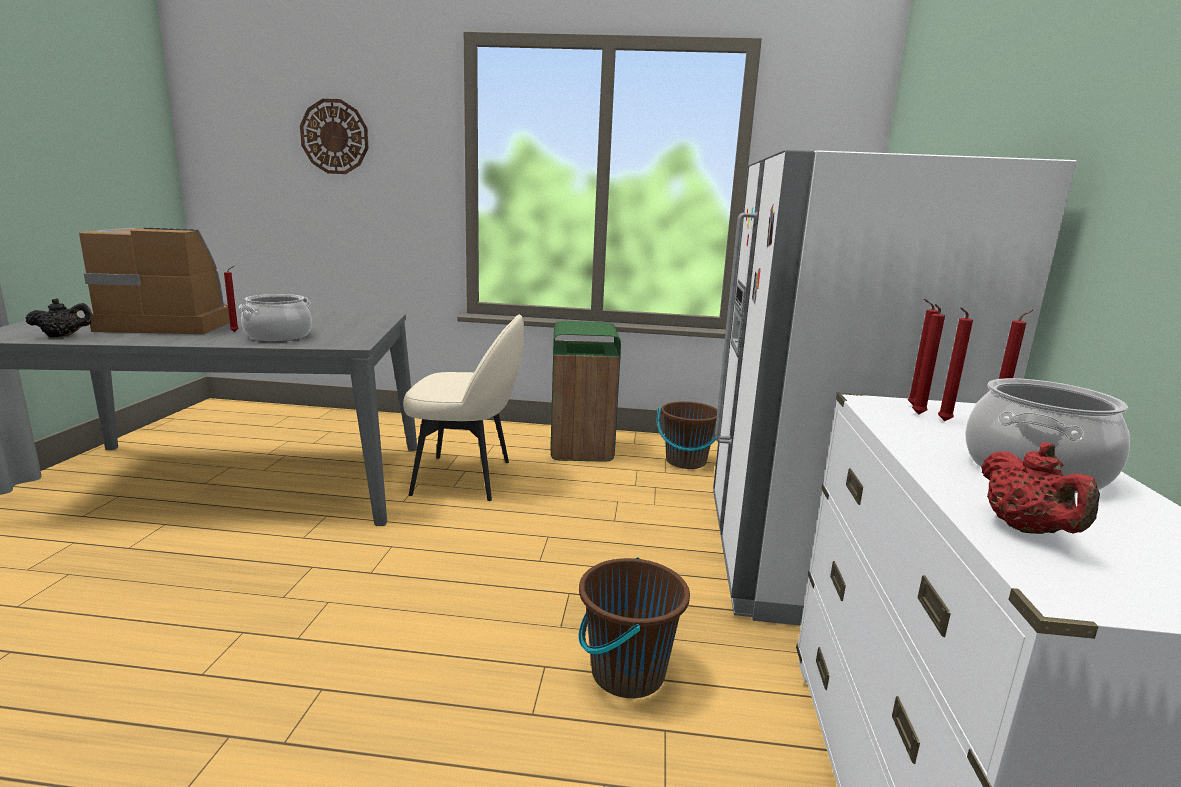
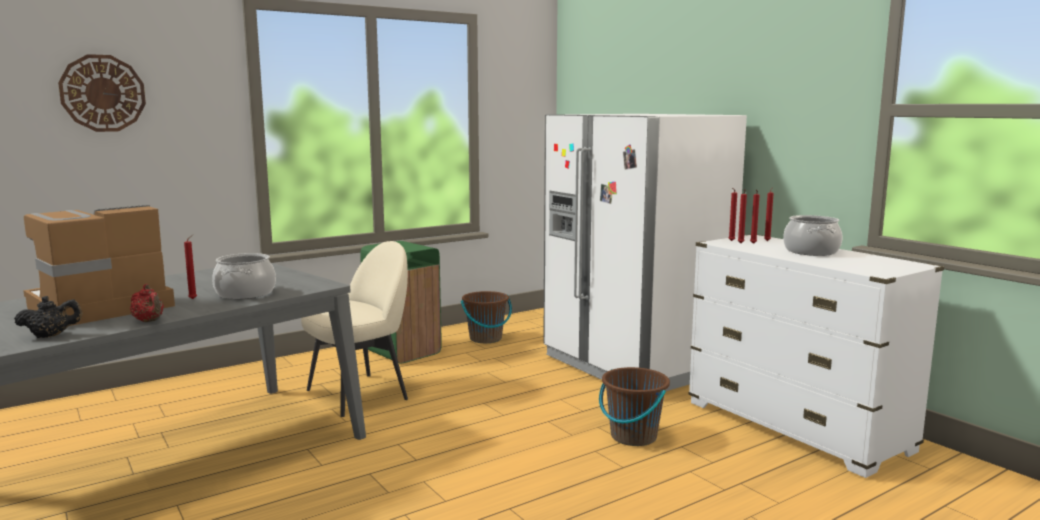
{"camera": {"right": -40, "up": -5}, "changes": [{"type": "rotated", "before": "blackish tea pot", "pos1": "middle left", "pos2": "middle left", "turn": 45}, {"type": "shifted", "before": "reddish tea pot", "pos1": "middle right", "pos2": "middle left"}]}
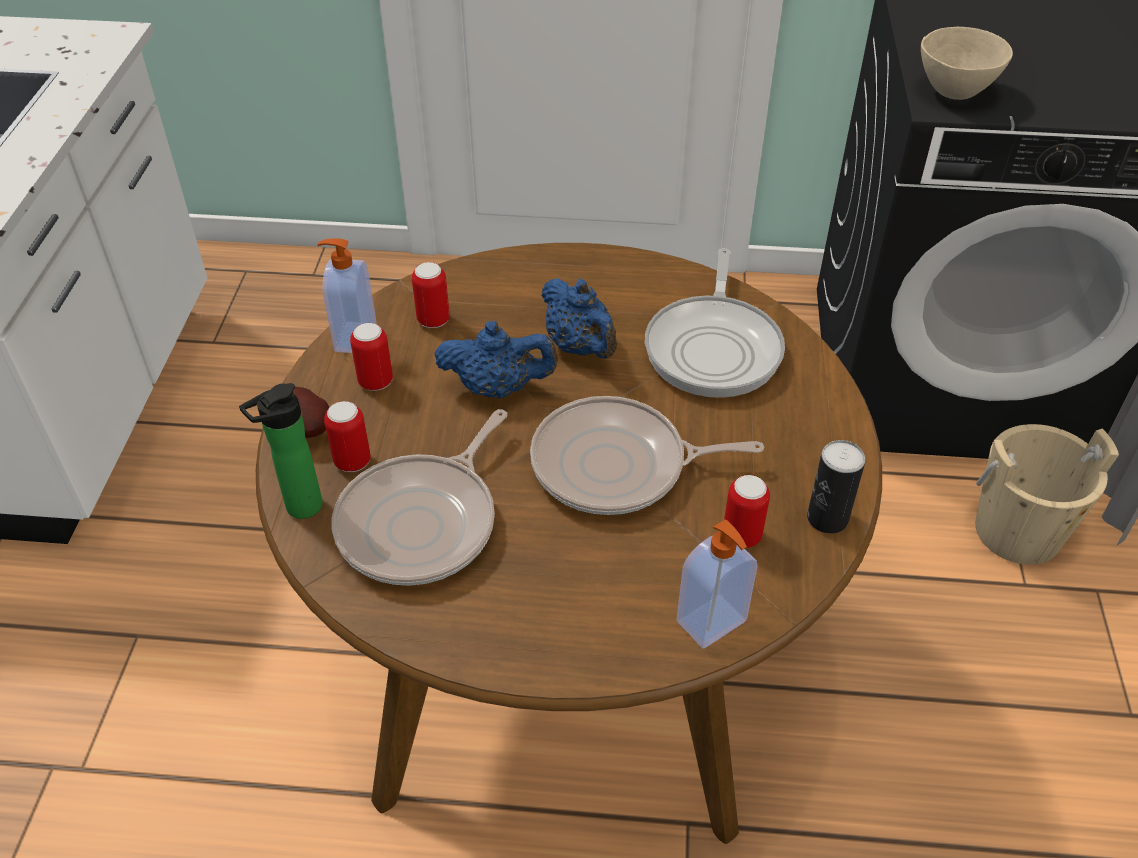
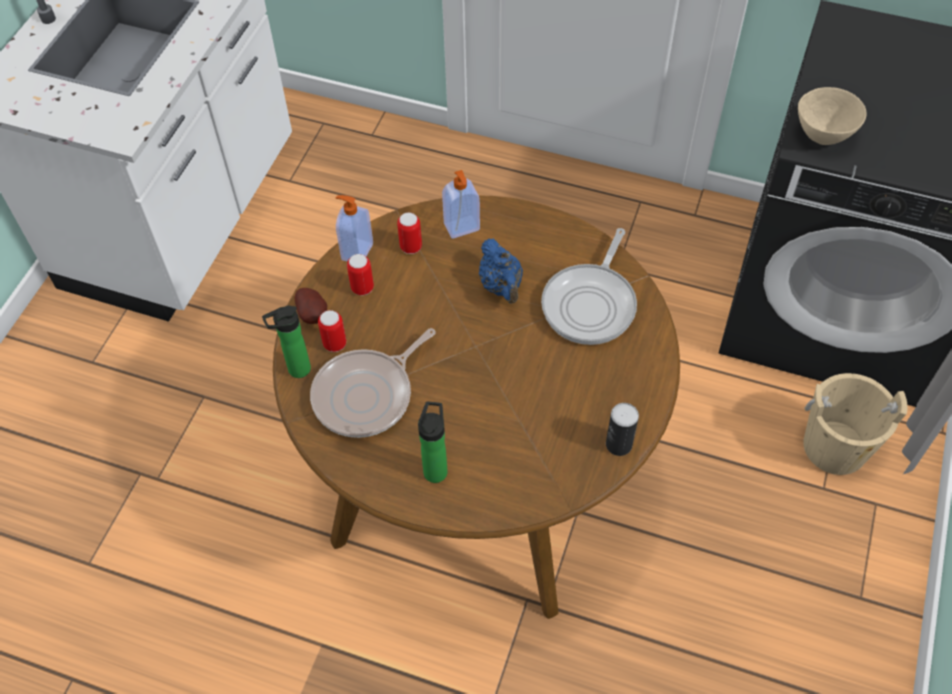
{"camera": {"right": 15, "up": 10}, "changes": [{"type": "gone", "before": "blue-coloured tea pot (no. 1 from left)", "pos1": "centre"}, {"type": "gone", "before": "frying pan (no. 2 from left)", "pos1": "centre"}, {"type": "gone", "before": "metal can (no. 4 from left)", "pos1": "centre"}, {"type": "shifted", "before": "soap bottle (no. 2 from left)", "pos1": "bottom centre", "pos2": "top centre"}, {"type": "new", "after": "drink bottle (no. 2 from left)", "pos2": "centre"}]}
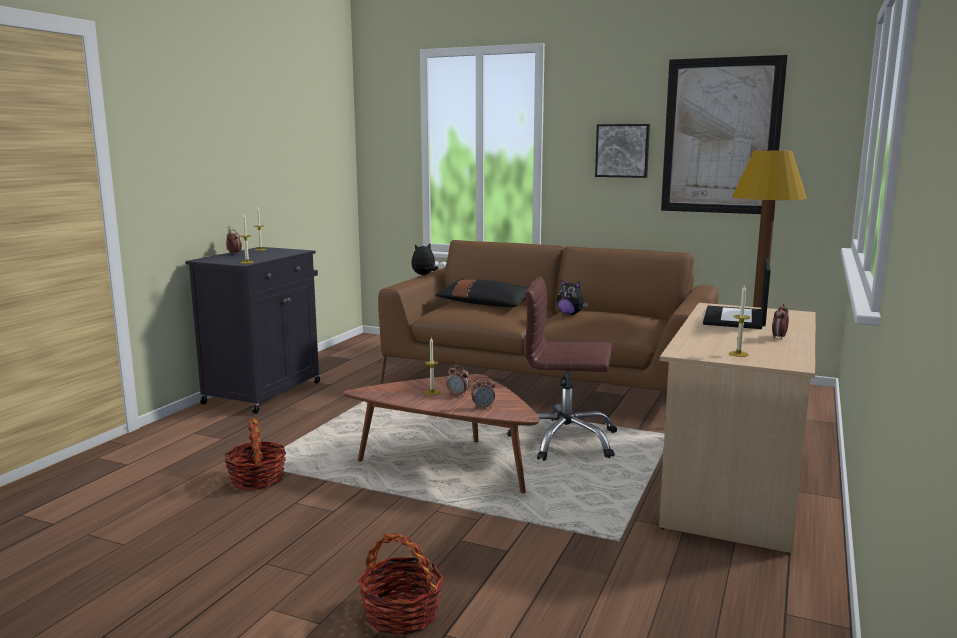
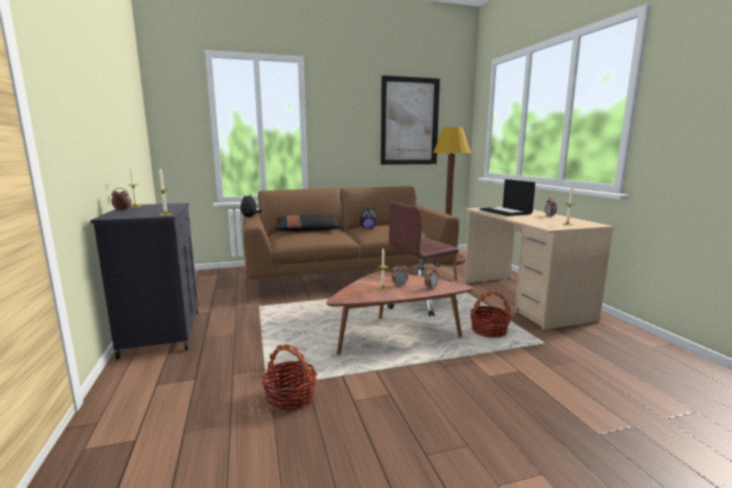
{"camera": {"right": -40, "up": 0}, "changes": [{"type": "gone", "before": "picture (no. 1 from left)", "pos1": "top centre"}, {"type": "shifted", "before": "basket (no. 2 from left)", "pos1": "bottom centre", "pos2": "middle right"}]}
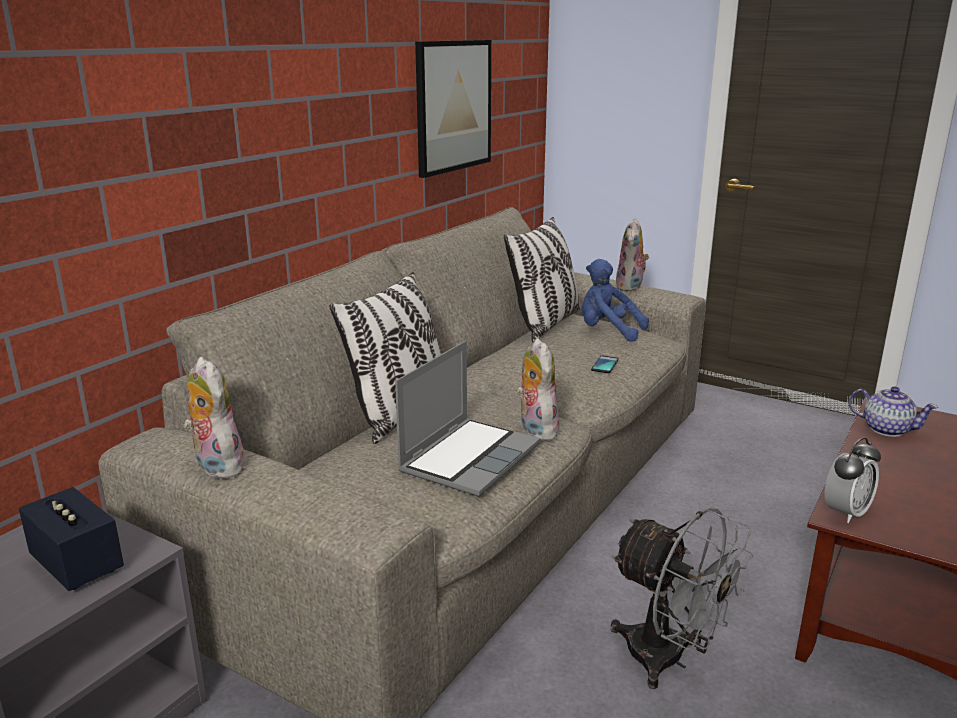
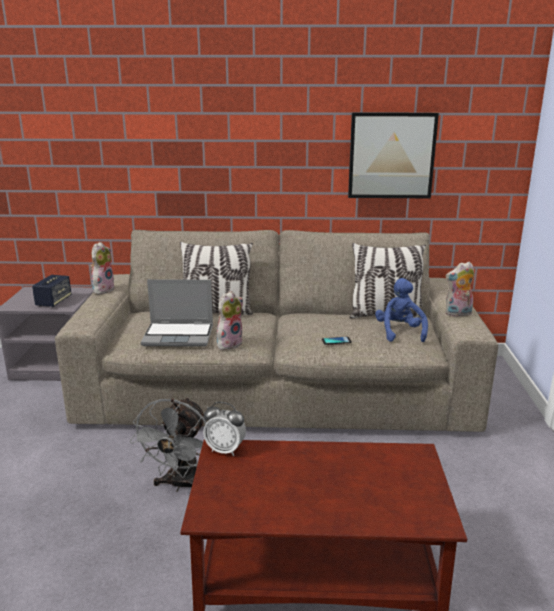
{"camera": {"right": 60, "up": 0}, "changes": [{"type": "gone", "before": "tea pot", "pos1": "middle right"}]}
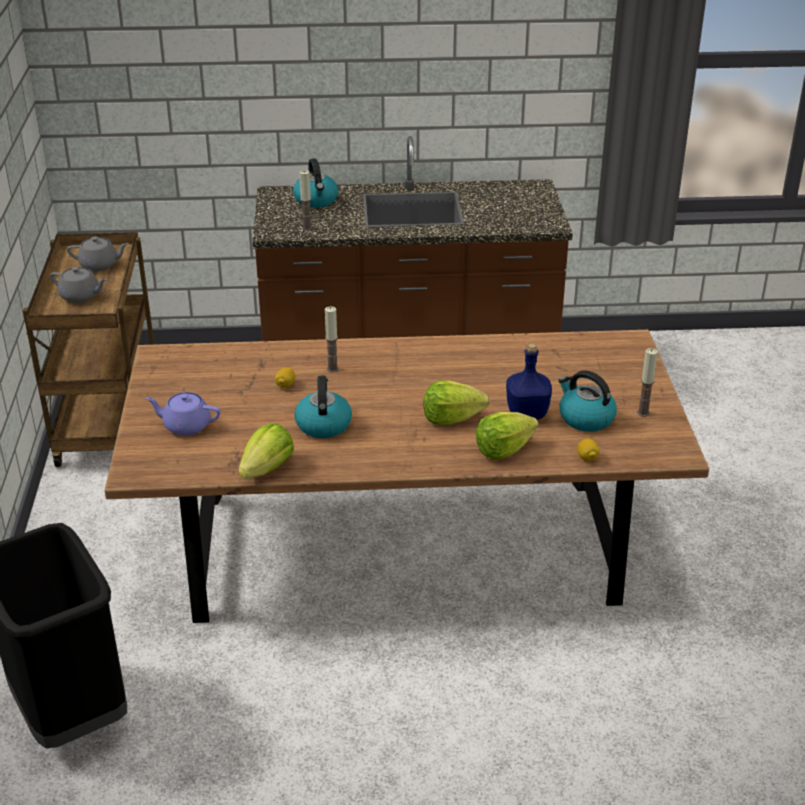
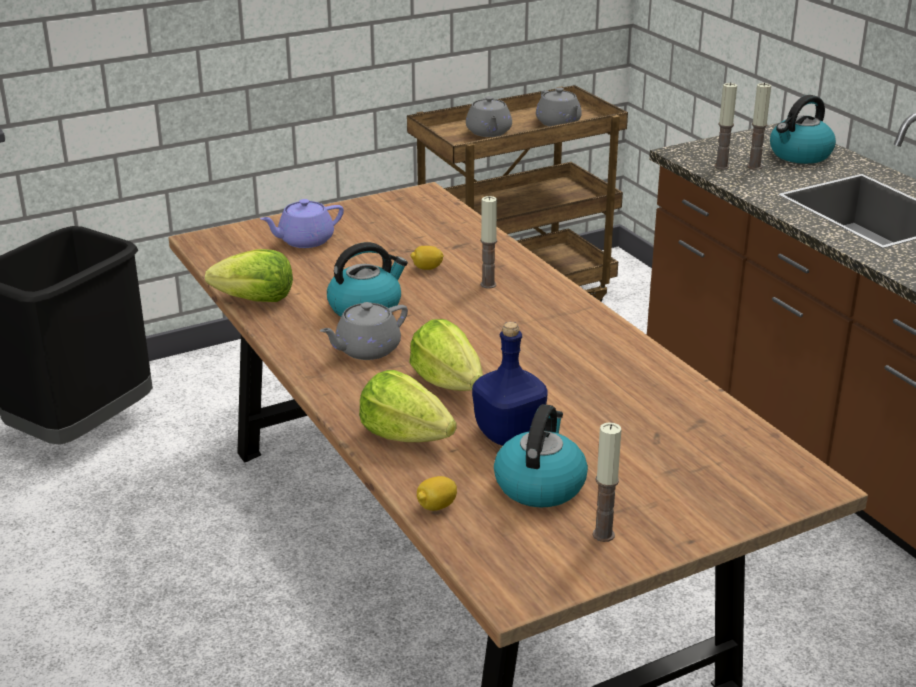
{"camera": {"right": 65, "up": -5}, "changes": [{"type": "rotated", "before": "purple tea pot", "pos1": "middle left", "pos2": "top left", "turn": -105}, {"type": "new", "after": "wax light (no. 4 from left)", "pos2": "top right"}, {"type": "new", "after": "gray tea pot (no. 1 from left)", "pos2": "centre"}]}
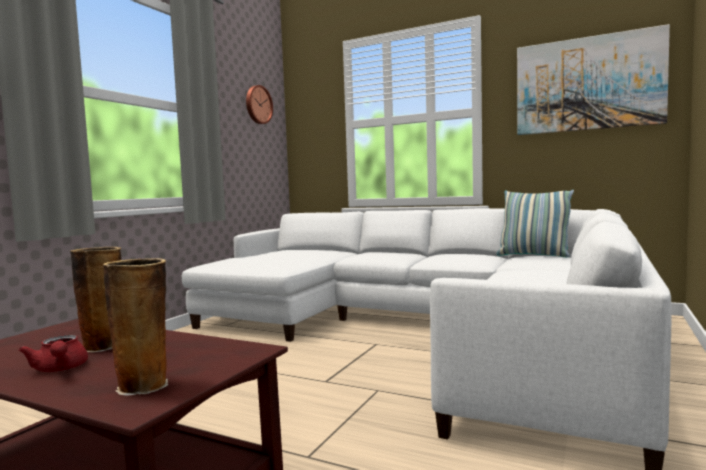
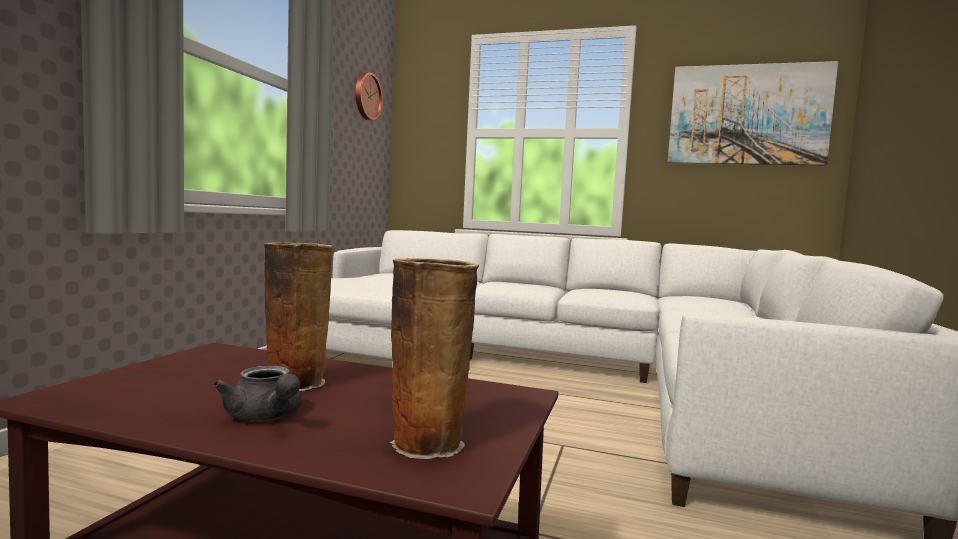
{"camera": {"right": -10, "up": 0}, "changes": [{"type": "gone", "before": "throw pillow", "pos1": "middle right"}, {"type": "repainted", "before": "reddish tea pot", "after": "gray tea pot", "pos1": "bottom left", "pos2": "bottom left"}]}
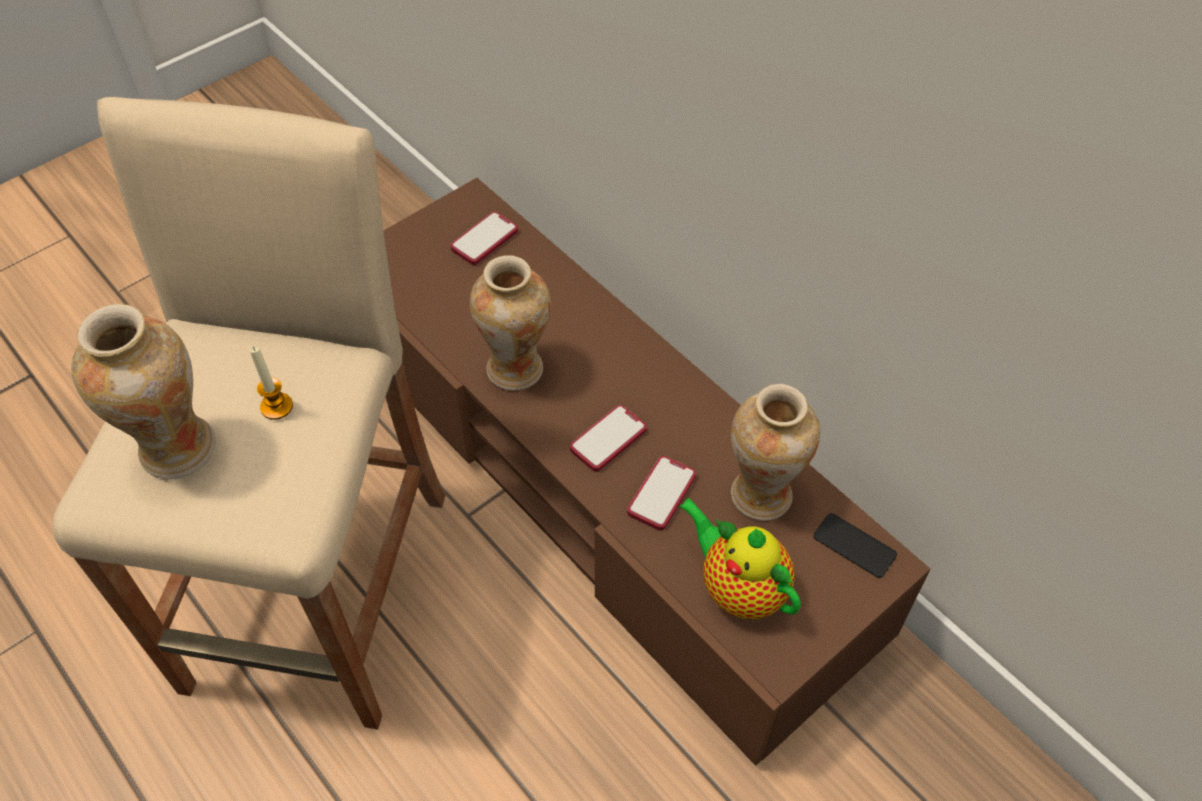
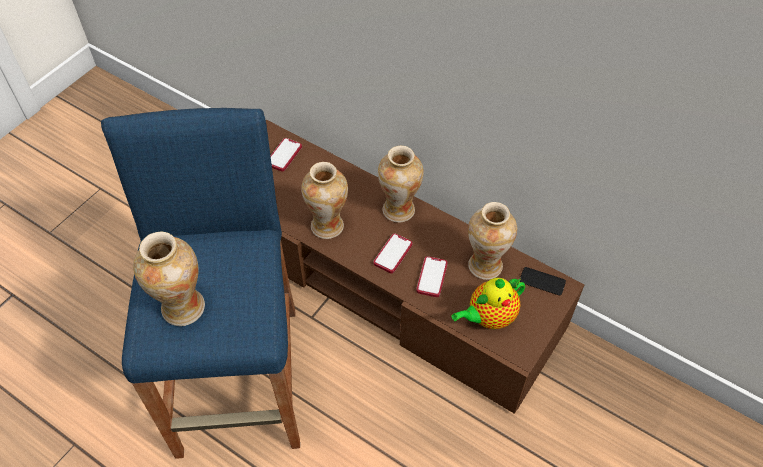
{"camera": {"right": -15, "up": 0}, "changes": [{"type": "repainted", "before": "beige stool seat", "after": "blue-coloured stool seat", "pos1": "middle left", "pos2": "middle left"}, {"type": "gone", "before": "wax light", "pos1": "middle left"}, {"type": "rotated", "before": "tea pot", "pos1": "bottom centre", "pos2": "centre", "turn": -60}, {"type": "new", "after": "flower vase (no. 3 from left)", "pos2": "centre"}]}
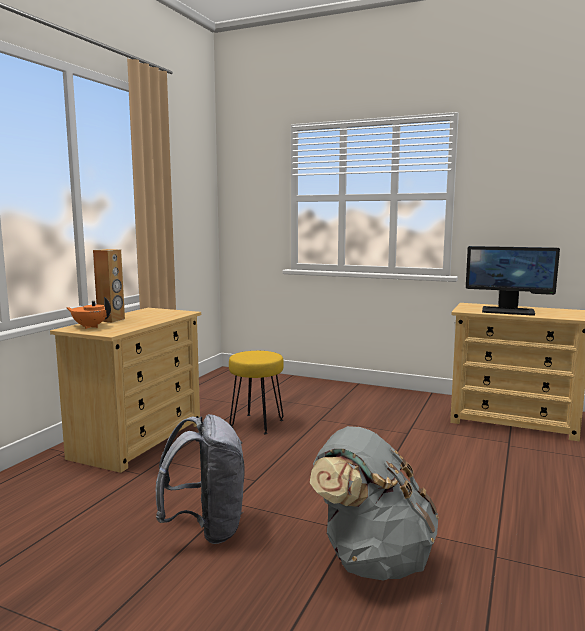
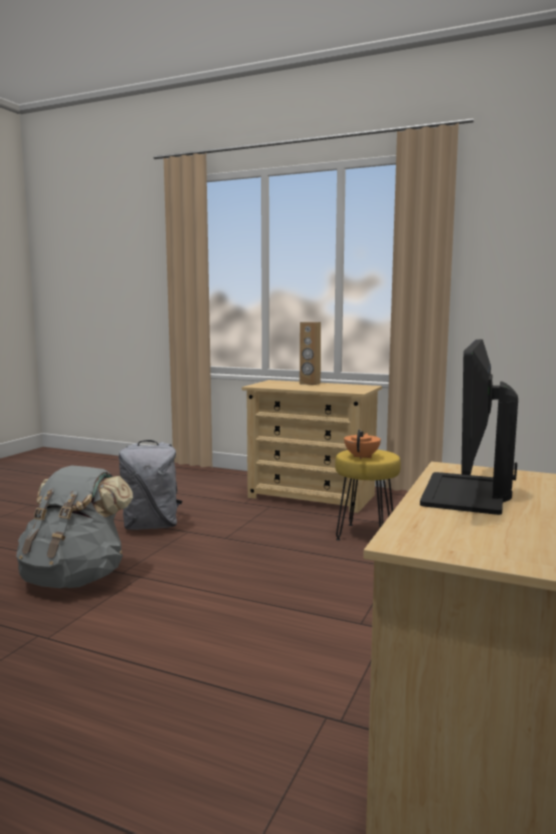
{"camera": {"right": 90, "up": 0}, "changes": [{"type": "shifted", "before": "orange tea pot", "pos1": "middle left", "pos2": "centre"}]}
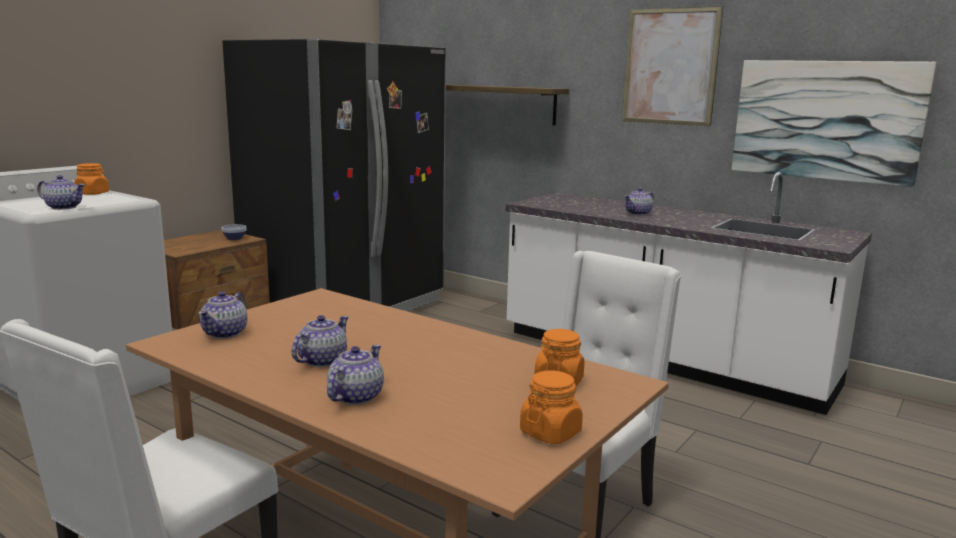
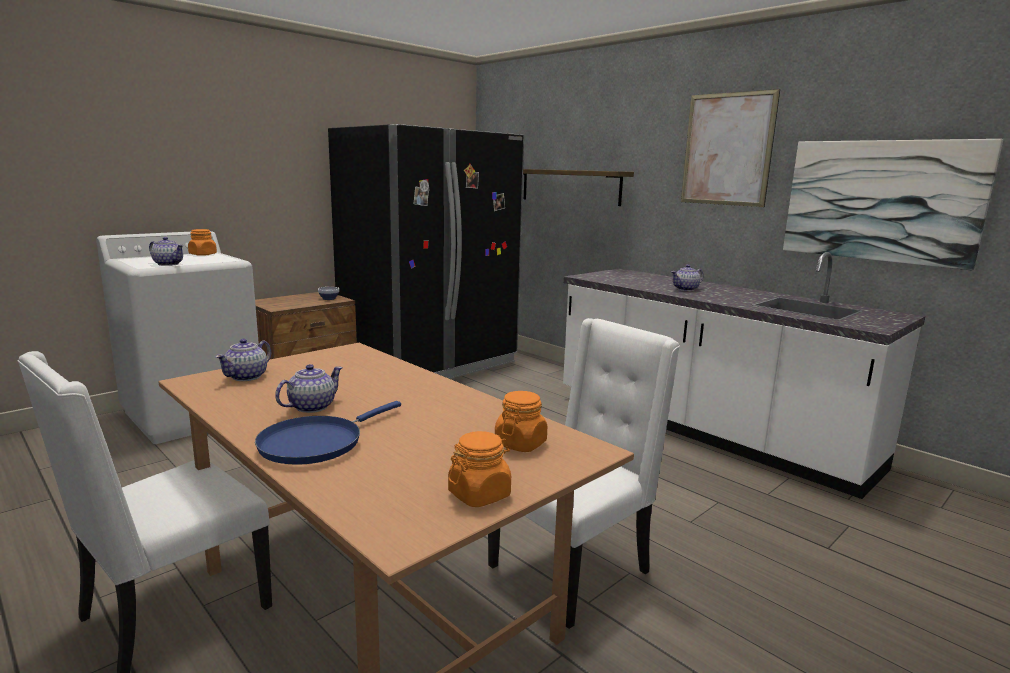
{"camera": {"right": 10, "up": 0}, "changes": [{"type": "swapped", "before": "tea pot (no. 4 from left)", "after": "blue-coloured frying pan", "pos1": "bottom centre", "pos2": "middle left"}]}
